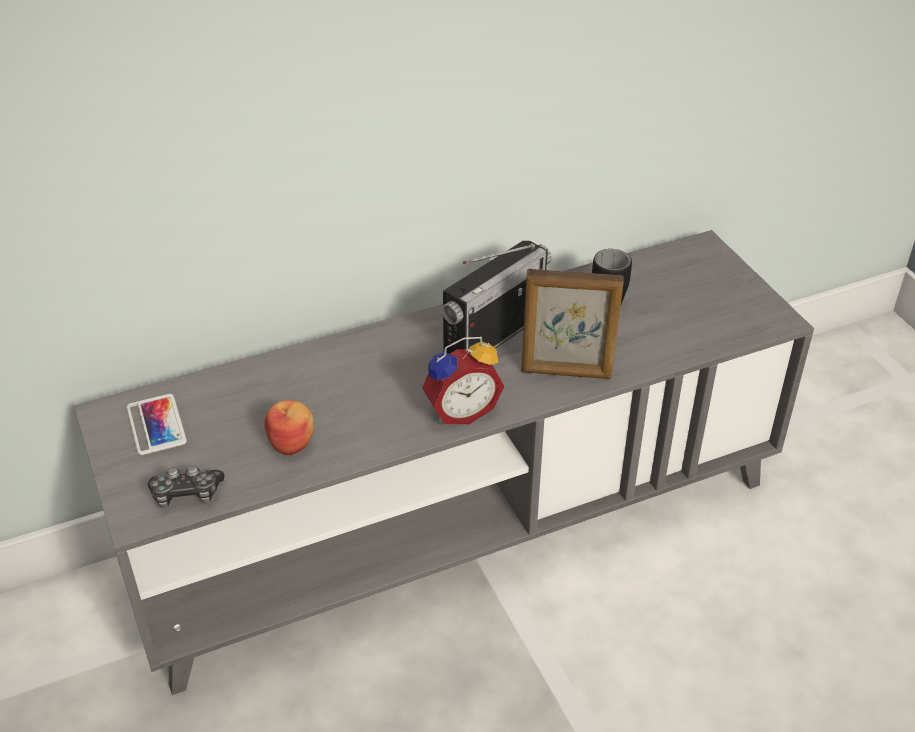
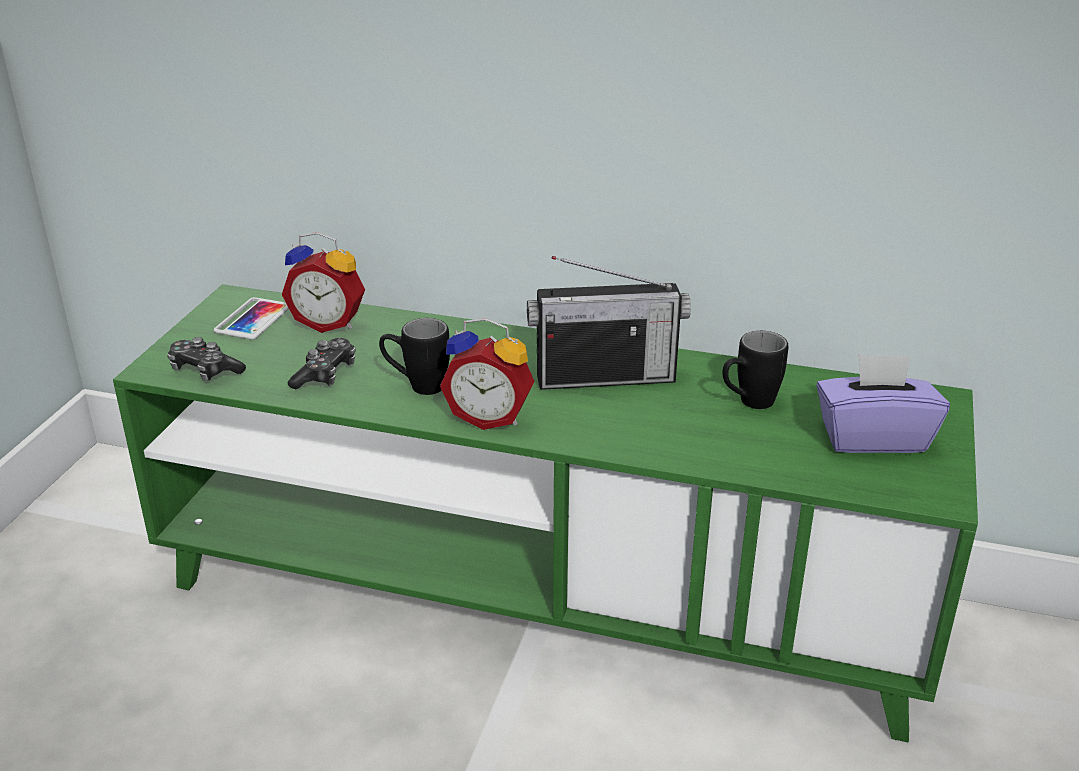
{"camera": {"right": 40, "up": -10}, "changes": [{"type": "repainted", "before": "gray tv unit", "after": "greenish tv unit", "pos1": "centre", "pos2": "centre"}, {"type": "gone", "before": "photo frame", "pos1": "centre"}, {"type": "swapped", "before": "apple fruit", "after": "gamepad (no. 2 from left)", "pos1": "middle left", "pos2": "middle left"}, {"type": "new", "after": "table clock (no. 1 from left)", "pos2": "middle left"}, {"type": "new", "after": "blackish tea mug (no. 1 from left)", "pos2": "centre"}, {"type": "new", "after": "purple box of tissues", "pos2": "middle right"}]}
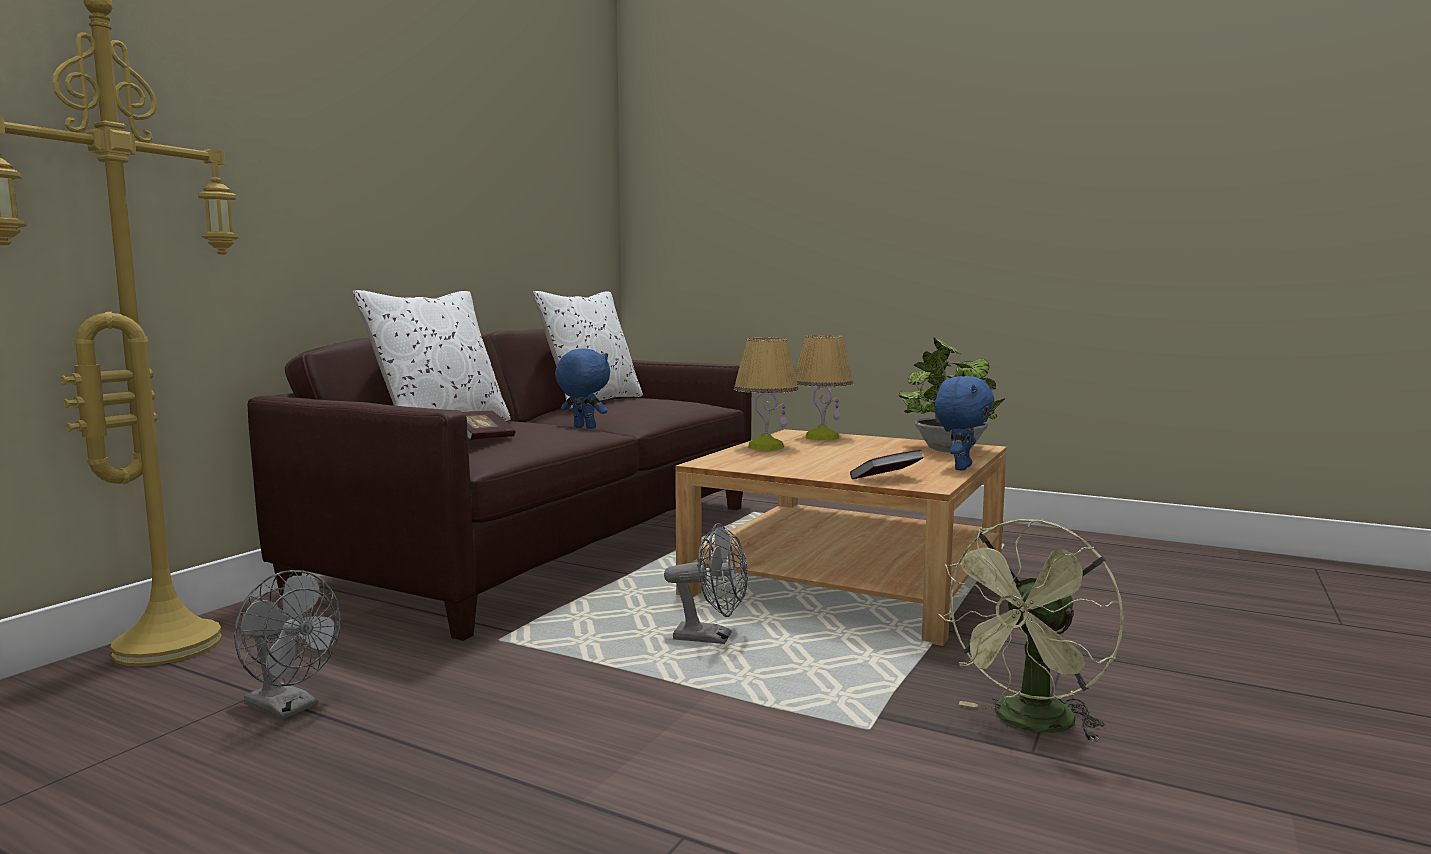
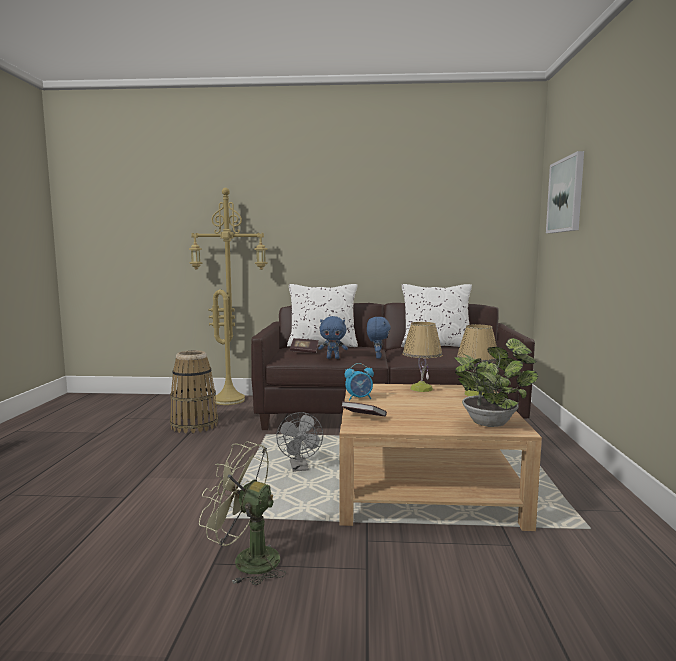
{"camera": {"right": 65, "up": 0}, "changes": [{"type": "shifted", "before": "blue-coloured soft toy (no. 2 from left in the first image)", "after": "blue-coloured soft toy (no. 1 from left)", "pos1": "middle right", "pos2": "centre"}, {"type": "swapped", "before": "gray electric fan (no. 1 from left)", "after": "basket", "pos1": "bottom left", "pos2": "middle left"}, {"type": "new", "after": "picture", "pos2": "top right"}, {"type": "new", "after": "table clock", "pos2": "centre"}]}
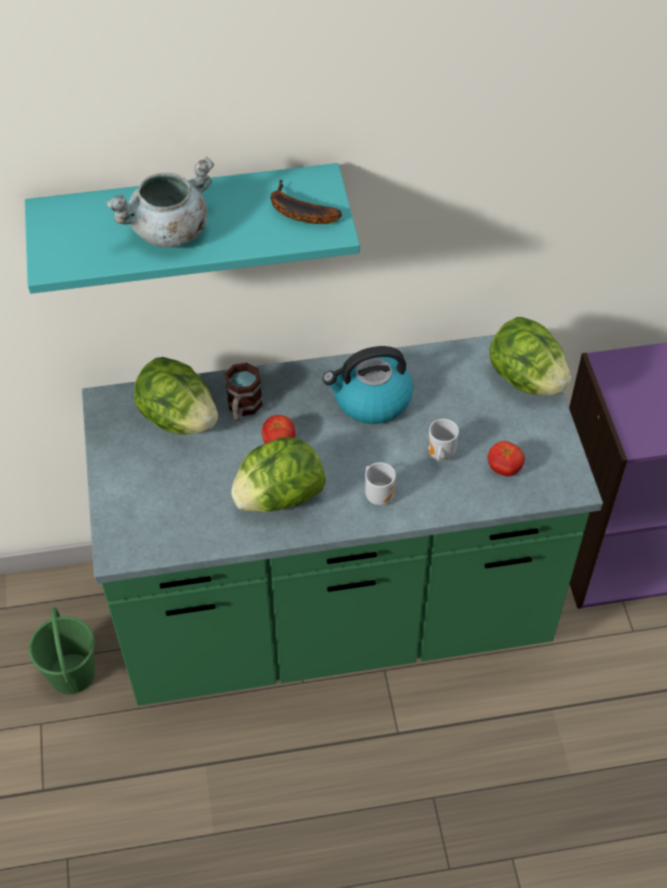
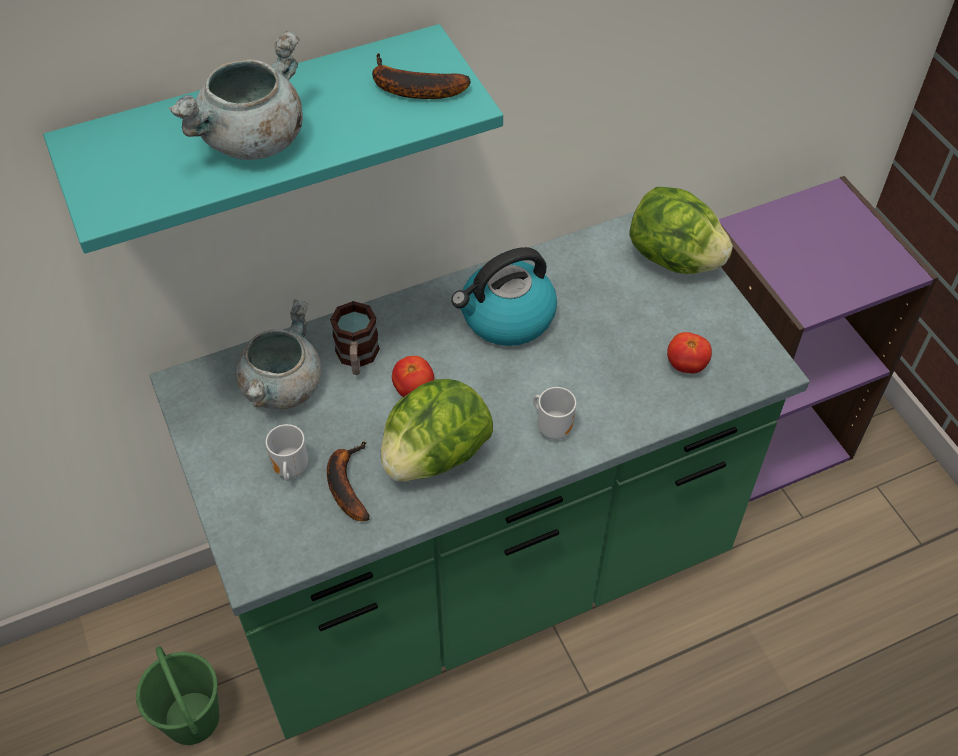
{"camera": {"right": -15, "up": 0}, "changes": [{"type": "swapped", "before": "lettuce head (no. 1 from left)", "after": "gray saucepot (no. 2 from left)", "pos1": "middle left", "pos2": "middle left"}, {"type": "shifted", "before": "tea mug (no. 3 from left in the first image)", "after": "tea mug (no. 1 from left)", "pos1": "centre", "pos2": "middle left"}, {"type": "new", "after": "banana fruit (no. 1 from left)", "pos2": "centre"}]}
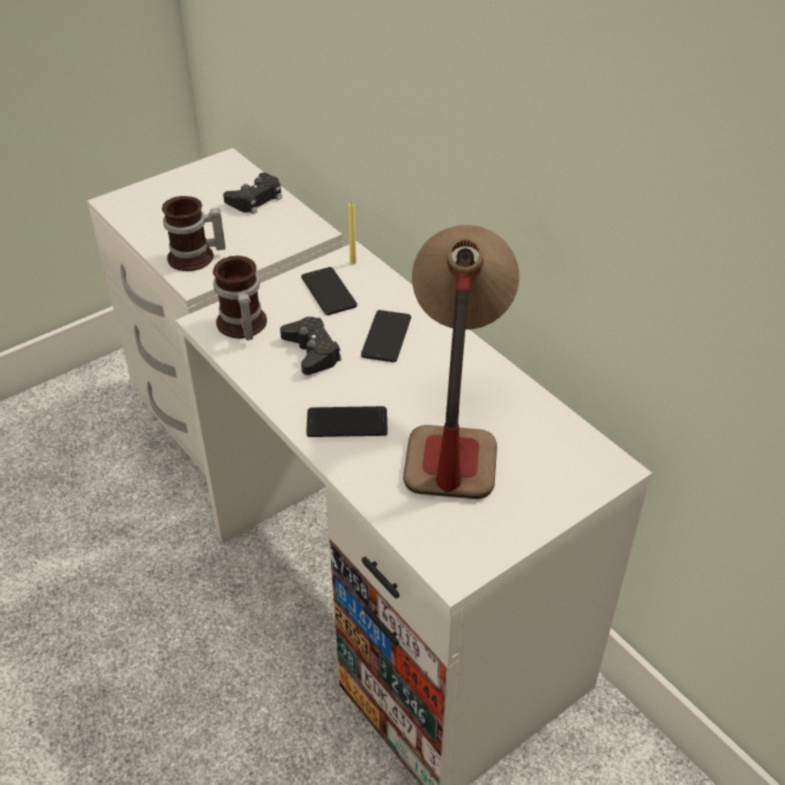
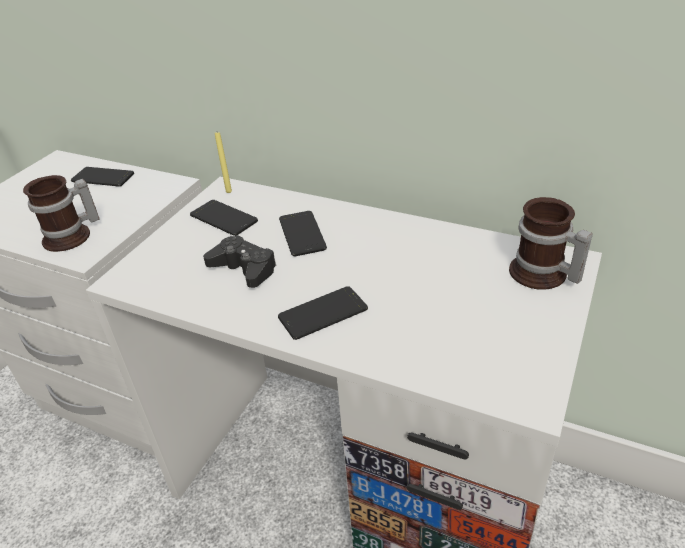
{"camera": {"right": -25, "up": -5}, "changes": [{"type": "swapped", "before": "blackish gamepad (no. 1 from left)", "after": "telephone (no. 1 from left)", "pos1": "top left", "pos2": "top left"}, {"type": "gone", "before": "table lamp", "pos1": "centre"}, {"type": "shifted", "before": "tea mug (no. 2 from left)", "pos1": "middle left", "pos2": "middle right"}]}
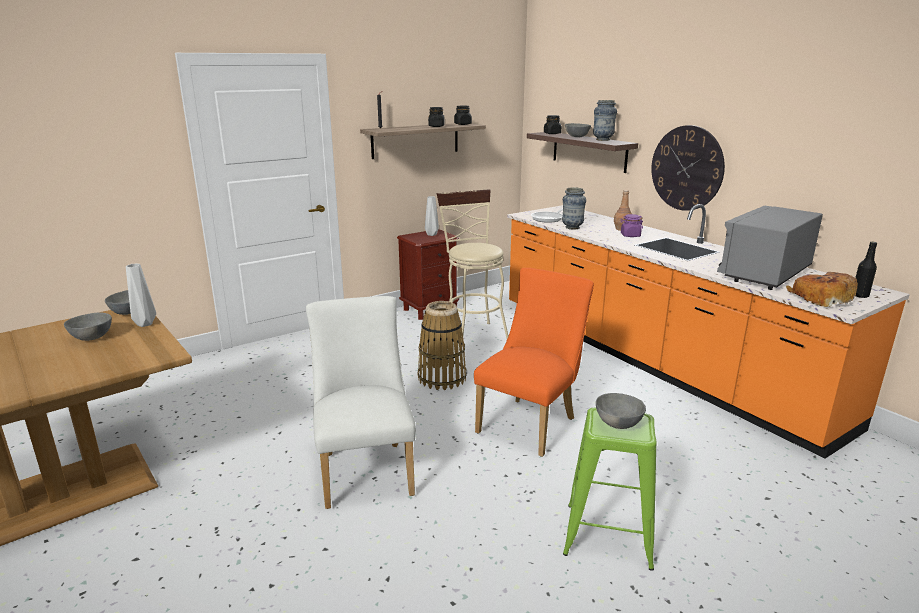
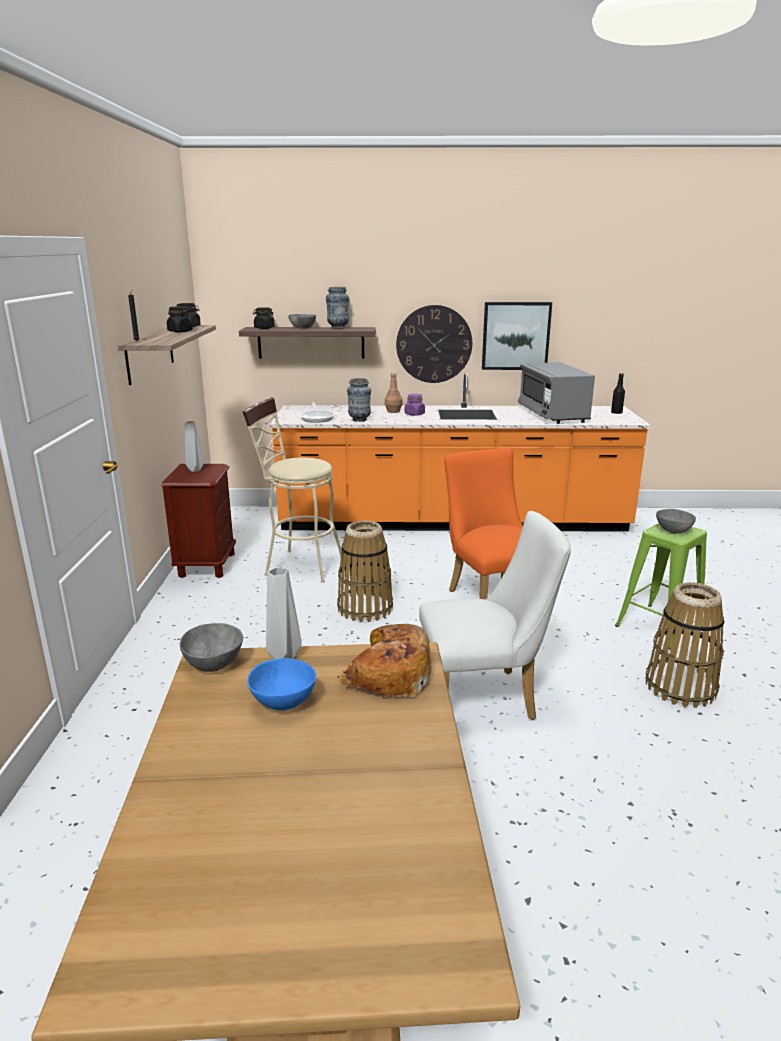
{"camera": {"right": -55, "up": 0}, "changes": [{"type": "shifted", "before": "bread", "pos1": "middle right", "pos2": "centre"}, {"type": "rotated", "before": "whitish chair", "pos1": "centre", "pos2": "centre", "turn": 150}, {"type": "repainted", "before": "gray bowl (no. 1 from left)", "after": "blue-coloured bowl", "pos1": "middle left", "pos2": "centre"}, {"type": "new", "after": "picture", "pos2": "top centre"}, {"type": "new", "after": "basket (no. 2 from left)", "pos2": "middle right"}]}
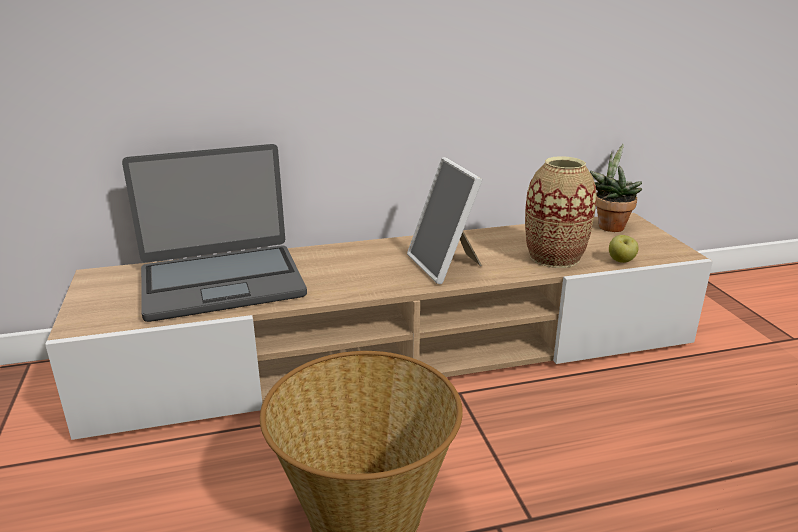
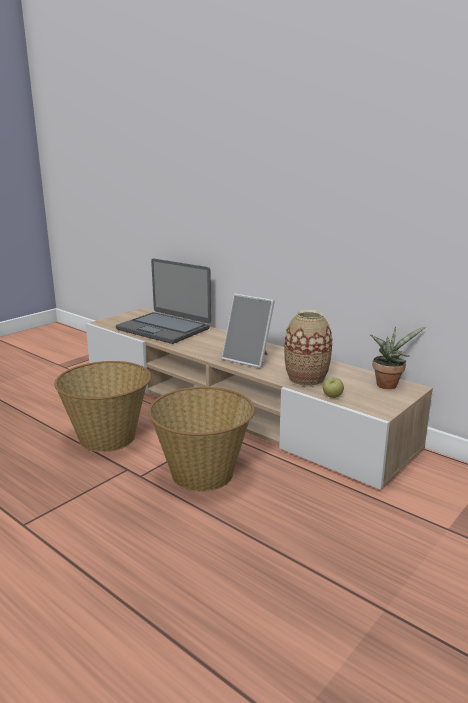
{"camera": {"right": 55, "up": -5}, "changes": [{"type": "rotated", "before": "photo frame", "pos1": "centre", "pos2": "centre", "turn": -90}, {"type": "new", "after": "basket (no. 2 from left)", "pos2": "centre"}]}
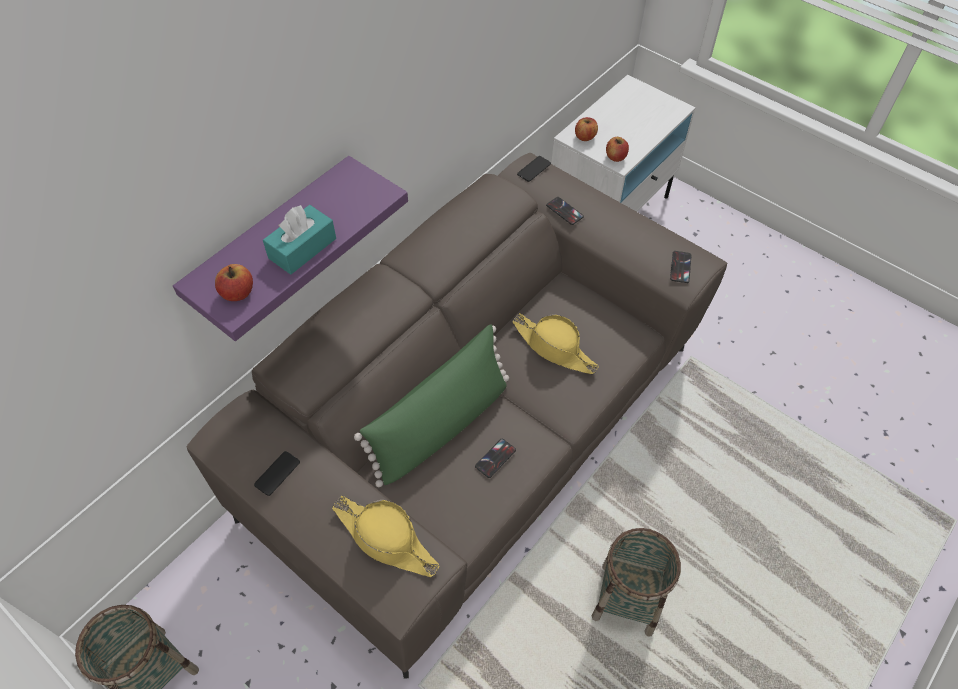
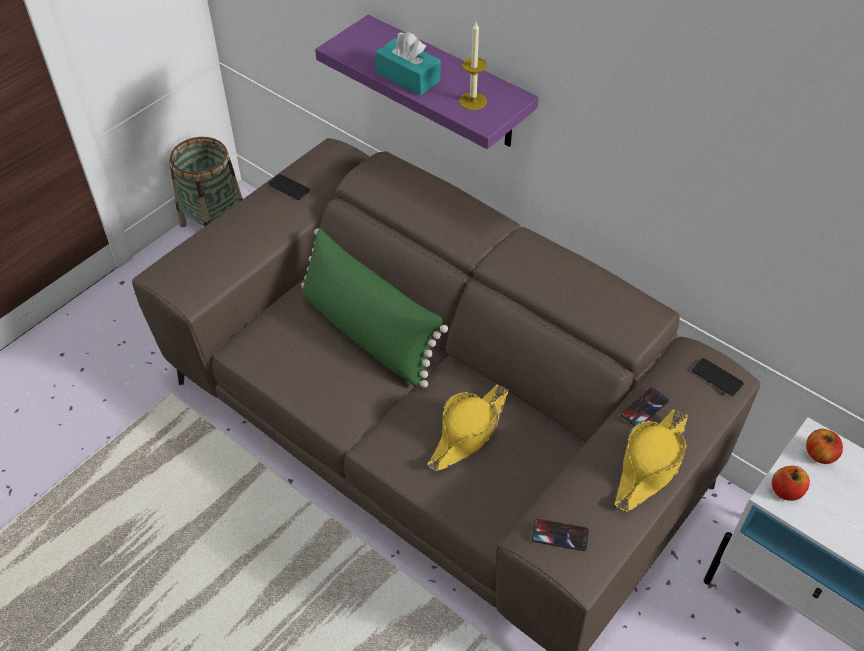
{"camera": {"right": 90, "up": -5}, "changes": [{"type": "gone", "before": "apple fruit (no. 1 from left)", "pos1": "middle left"}, {"type": "gone", "before": "telephone (no. 2 from left)", "pos1": "centre"}, {"type": "shifted", "before": "yellow wearable hat (no. 1 from left in the first image)", "after": "yellow wearable hat (no. 2 from left)", "pos1": "bottom centre", "pos2": "bottom right"}, {"type": "gone", "before": "basket (no. 2 from left)", "pos1": "bottom centre"}, {"type": "new", "after": "wax light", "pos2": "top centre"}]}
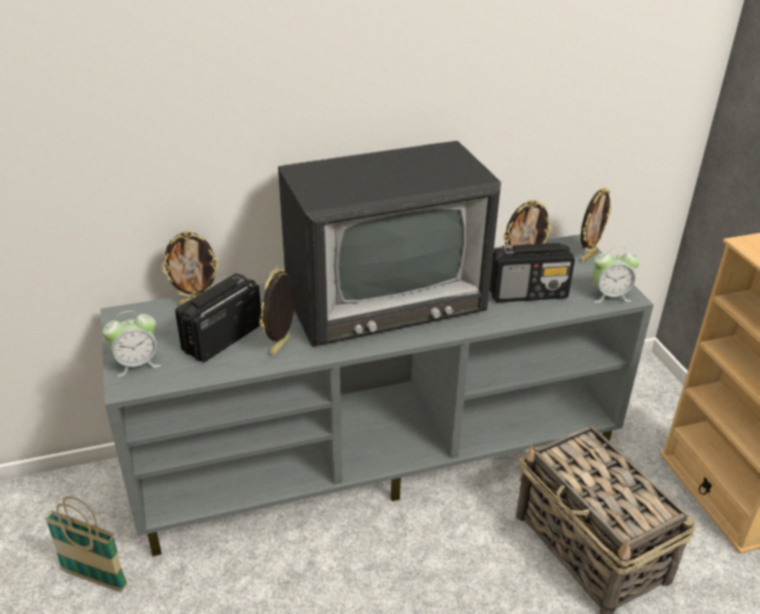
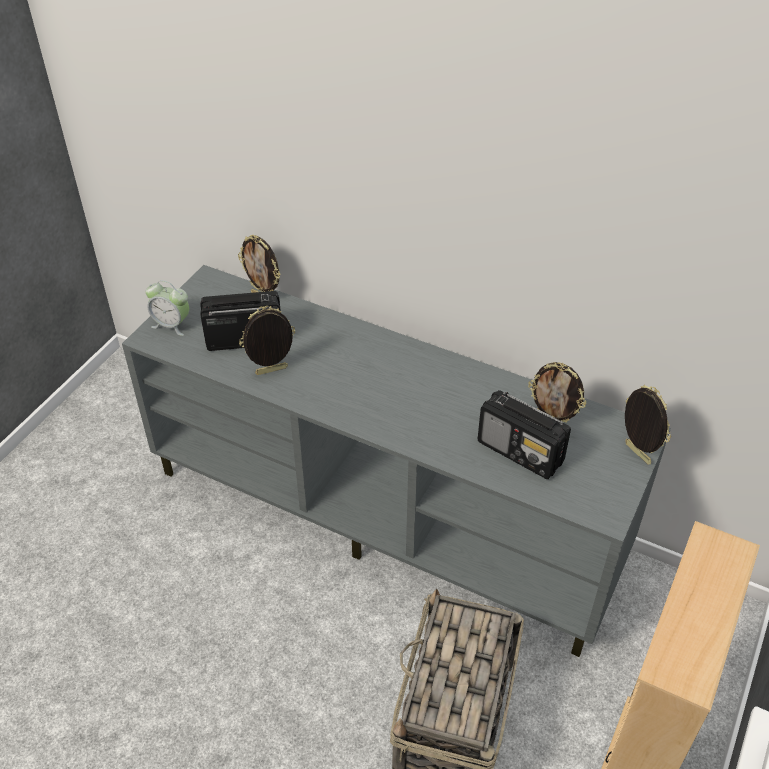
{"camera": {"right": 45, "up": 10}, "changes": [{"type": "gone", "before": "television", "pos1": "centre"}, {"type": "rotated", "before": "photo frame (no. 4 from left)", "pos1": "middle right", "pos2": "middle right", "turn": -120}, {"type": "gone", "before": "table clock (no. 2 from left)", "pos1": "middle right"}, {"type": "gone", "before": "basket (no. 1 from left)", "pos1": "bottom left"}]}
